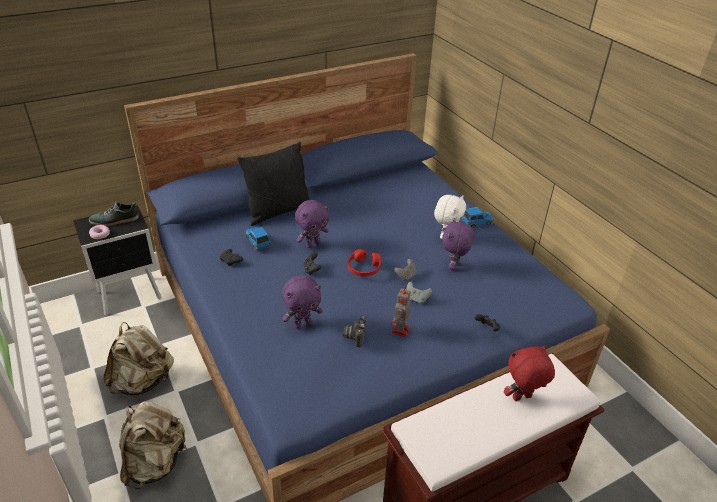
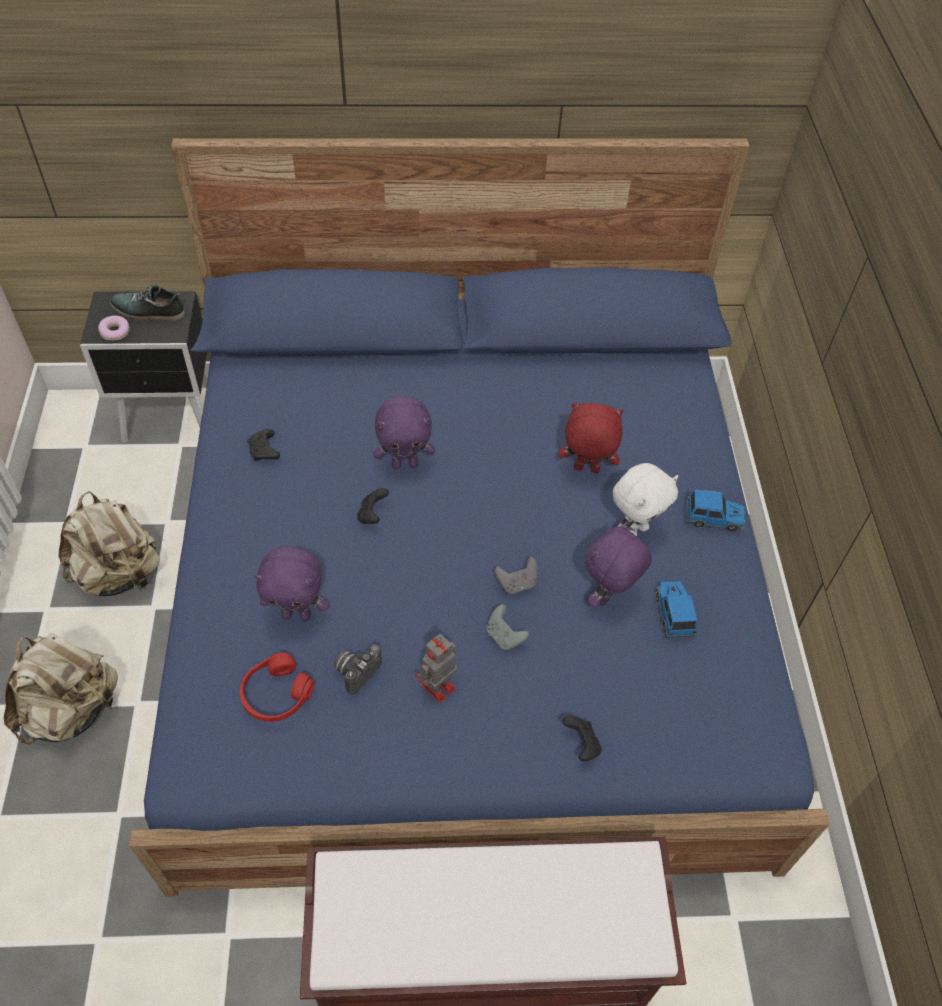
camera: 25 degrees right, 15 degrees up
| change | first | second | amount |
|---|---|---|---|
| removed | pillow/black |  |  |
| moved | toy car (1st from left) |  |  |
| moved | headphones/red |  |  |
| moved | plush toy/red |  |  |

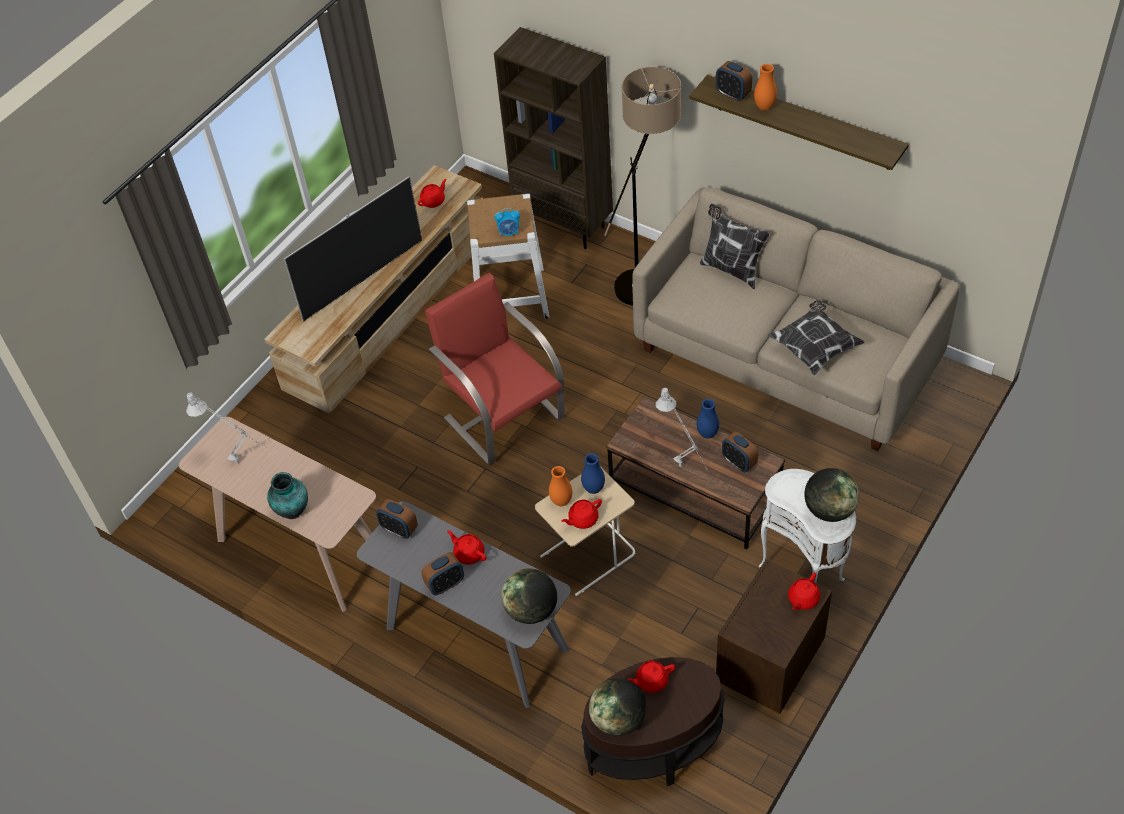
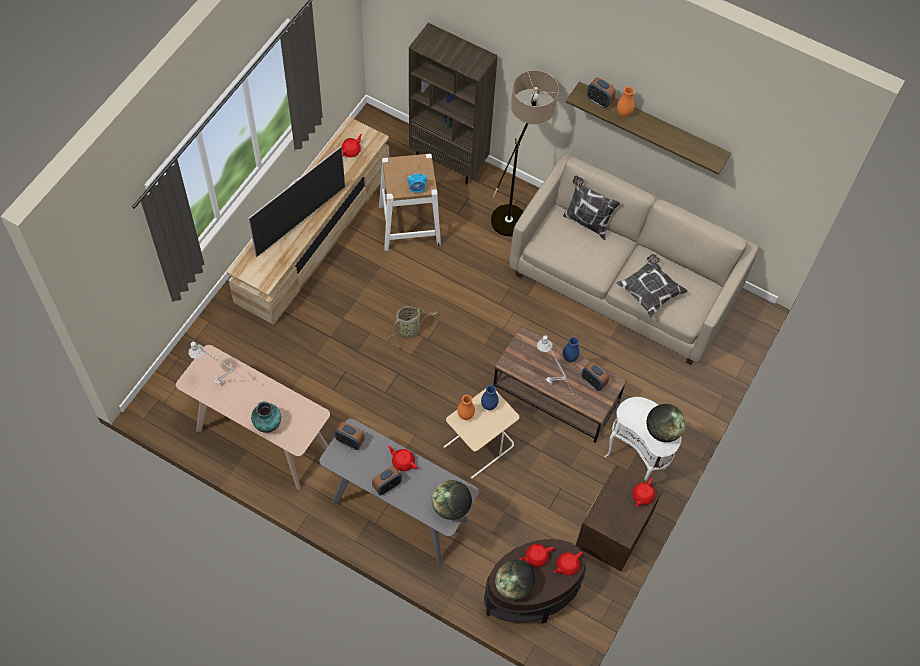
camera: 10 degrees left, 10 degrees up
| change | first | second | amount |
|---|---|---|---|
| replaced | armchair/red | basket |  |
| moved | teapot/red (3rd from left in the first image) | teapot/red (4th from left) |  |

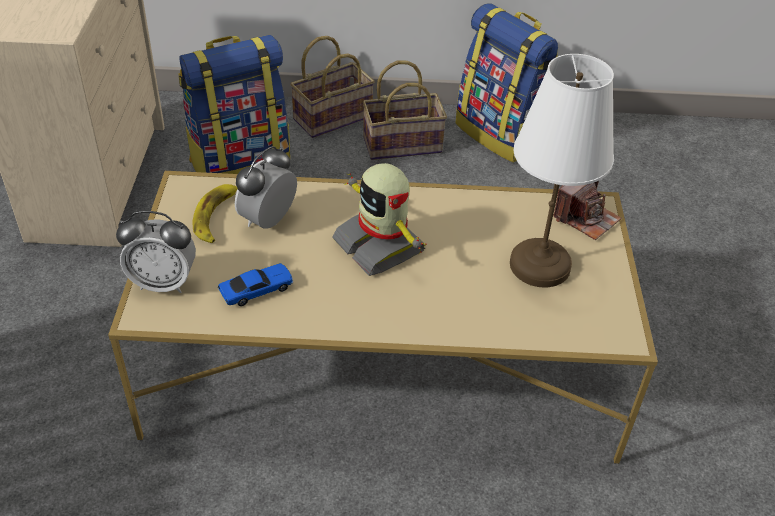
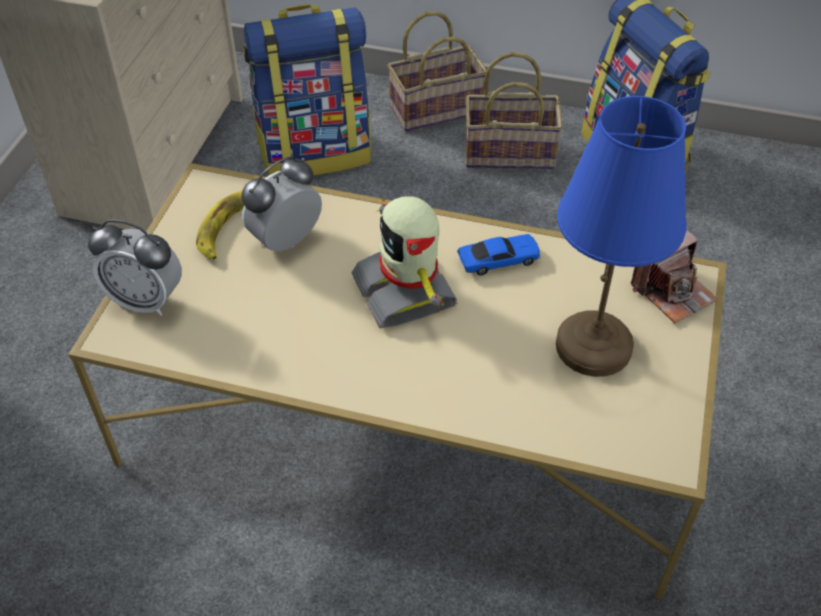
camera: 15 degrees right, 5 degrees up
| change | first | second | amount |
|---|---|---|---|
| moved | toy car |  |  |
| recoloured | table lamp/white | table lamp/blue |  |

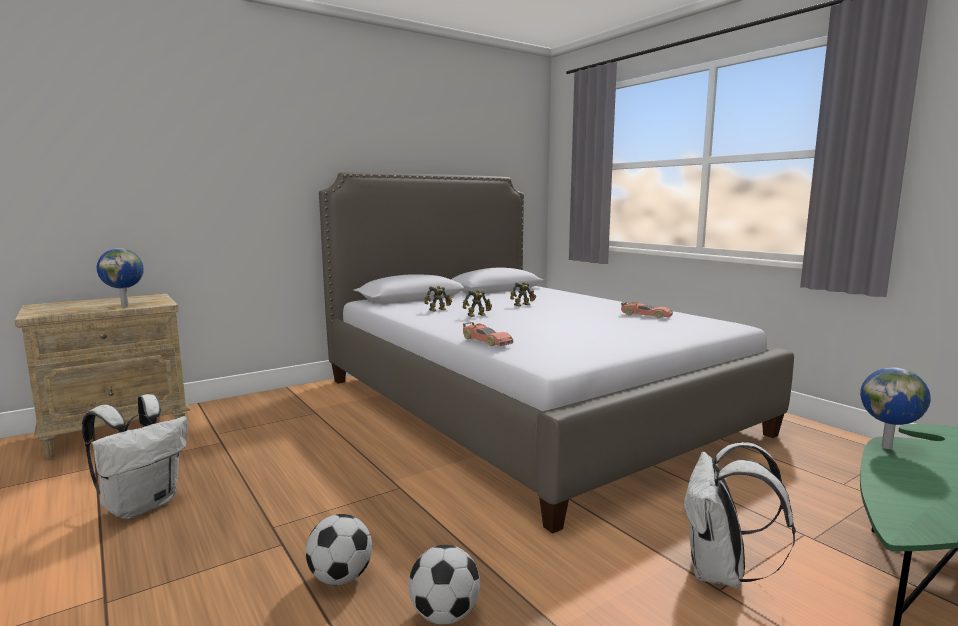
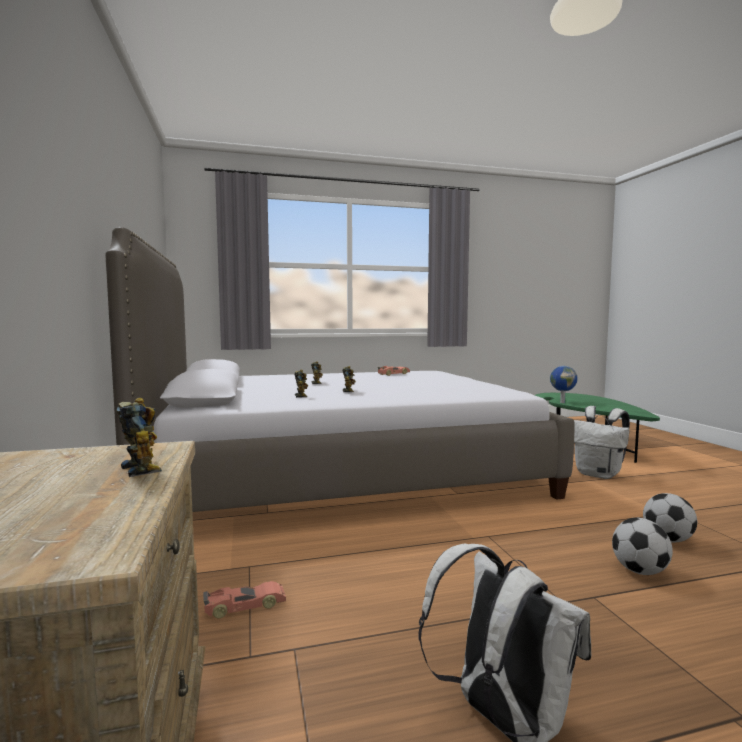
camera: 70 degrees left, 5 degrees down
| change | first | second | amount |
|---|---|---|---|
| replaced | globe (1st from left) | toy robot (1st from left) |  |
| moved | toy car (1st from left) |  |  |

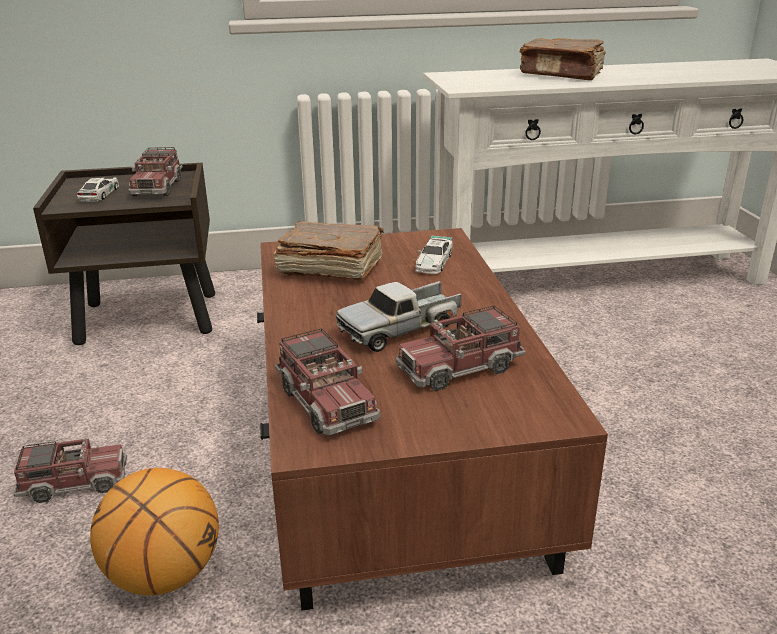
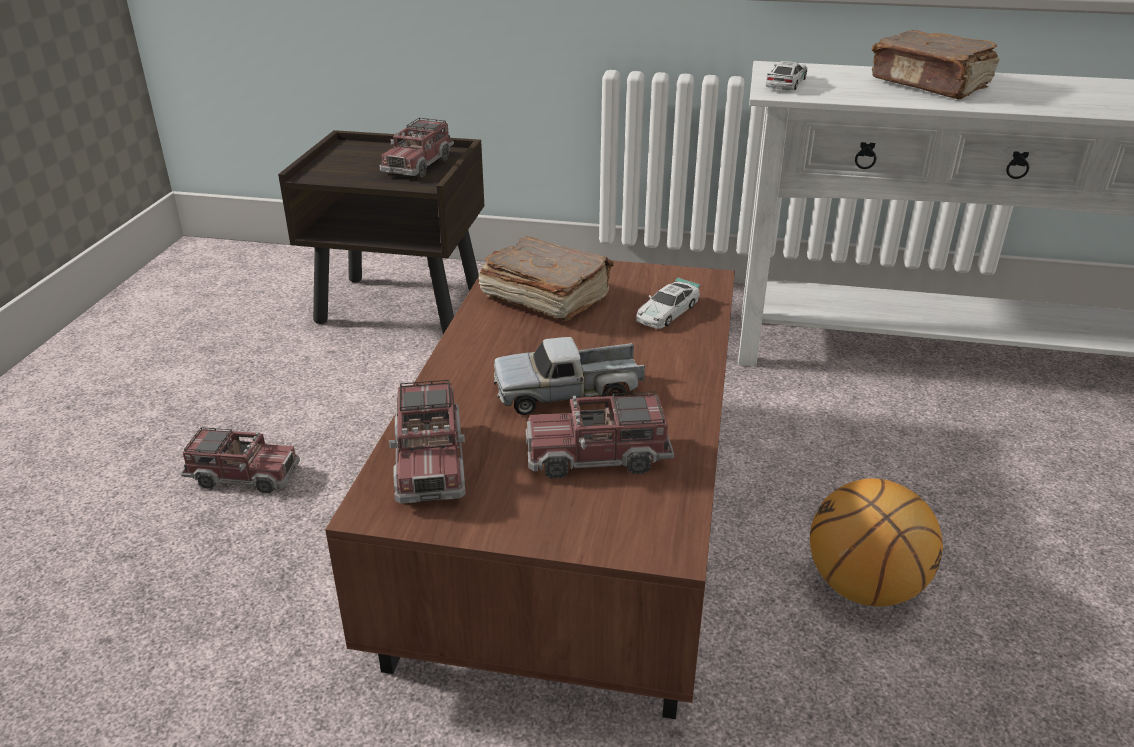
camera: 20 degrees right, 5 degrees up
| change | first | second | amount |
|---|---|---|---|
| moved | toy car (1st from left in the first image) | toy car (2nd from left) |  |
| moved | basketball |  |  |

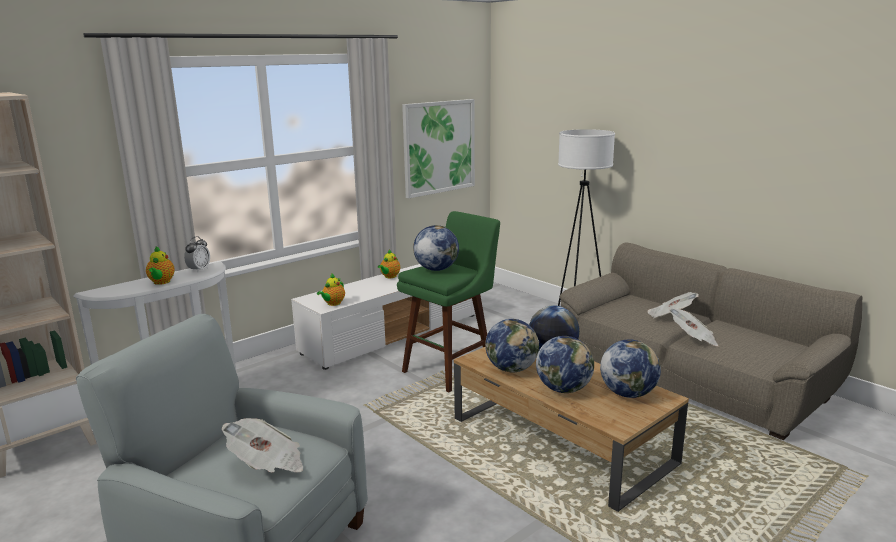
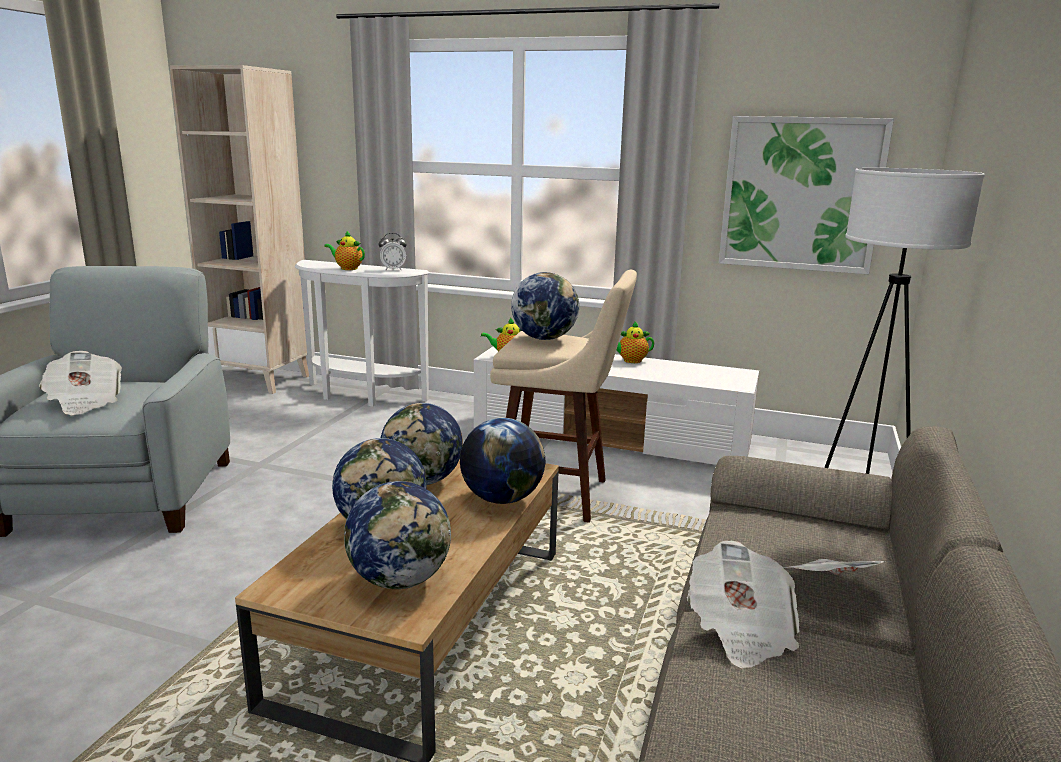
camera: 60 degrees right, 0 degrees up
| change | first | second | amount |
|---|---|---|---|
| turned | teapot (1st from left) |  | 60 degrees clockwise |
| recoloured | stool/green | stool/beige |  |

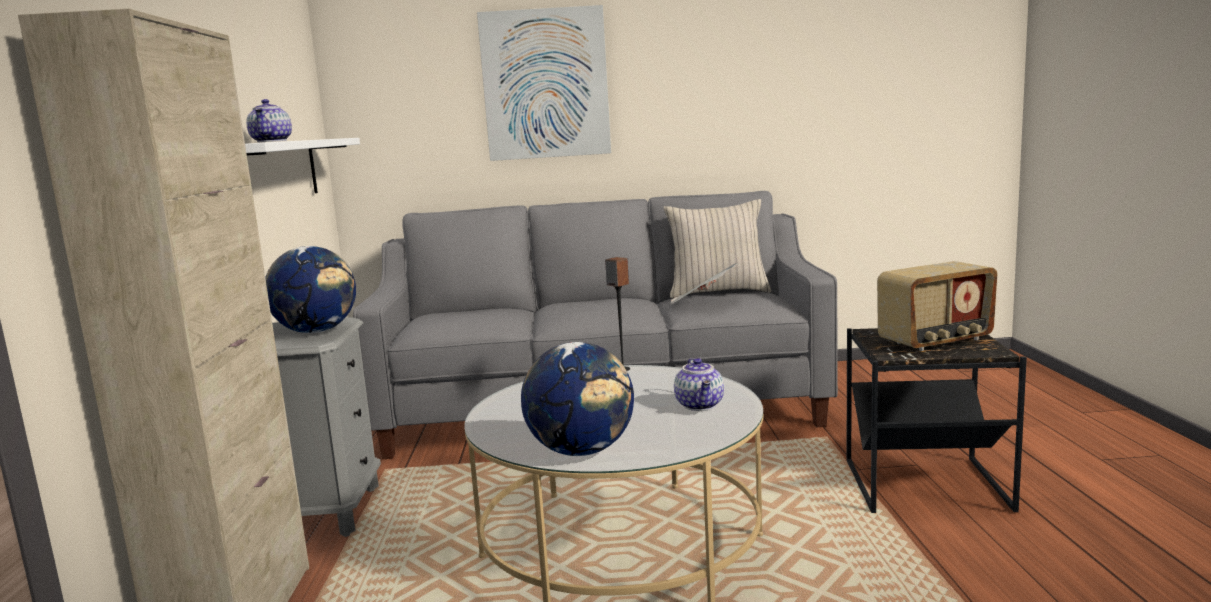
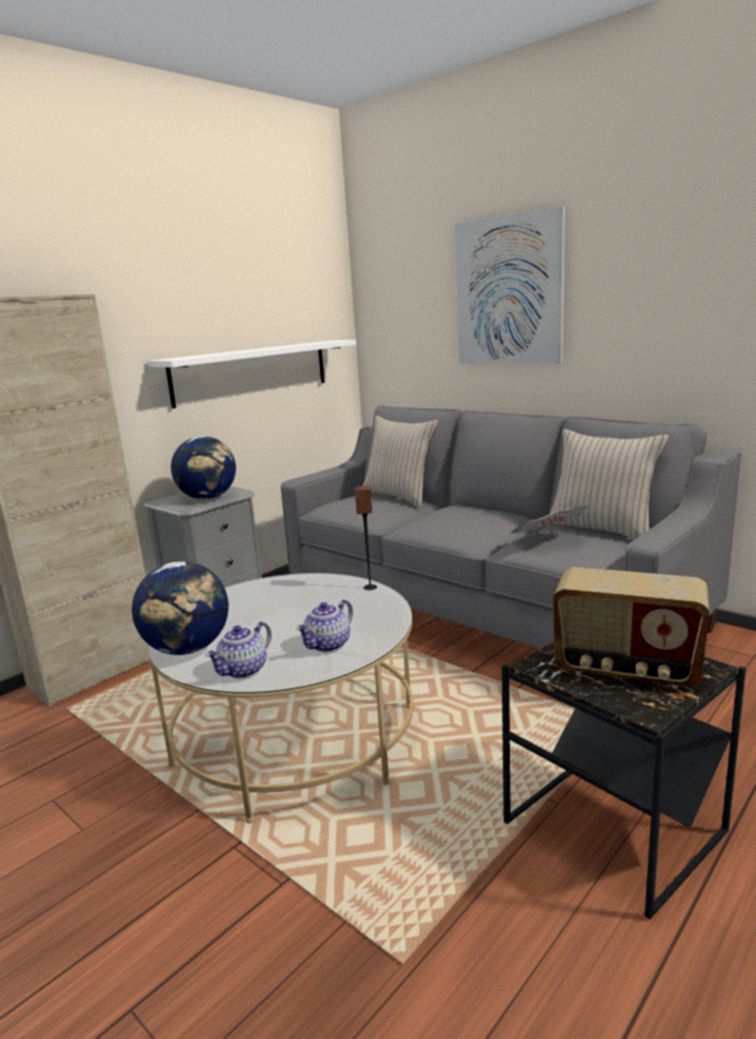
camera: 45 degrees right, 5 degrees up
| change | first | second | amount |
|---|---|---|---|
| moved | teapot (1st from left) |  |  |
| added |  | pillow/beige (1st from left) |  |

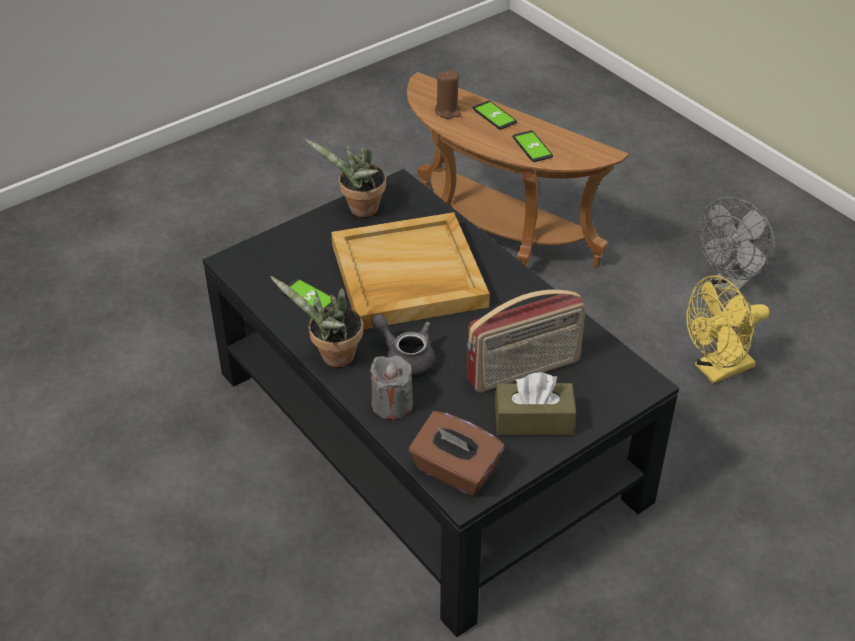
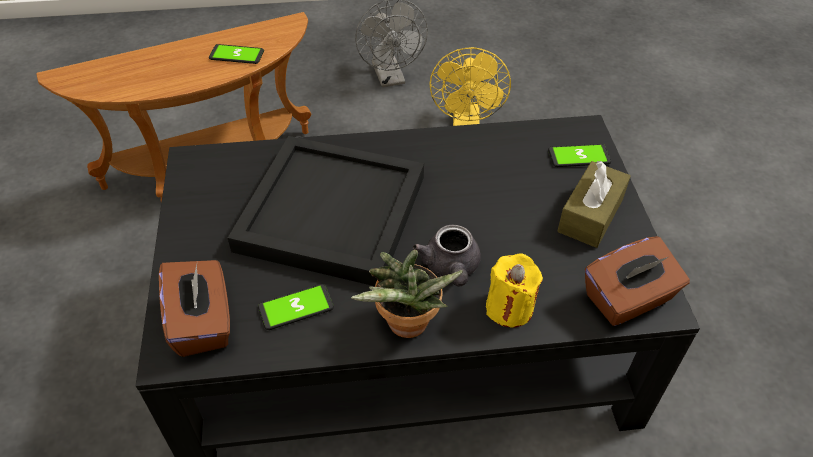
camera: 60 degrees left, 5 degrees up
| change | first | second | amount |
|---|---|---|---|
| removed | potted plant (2nd from left) |  |  |
| recoloured | tray/beige | tray/black |  |
| recoloured | candle/grey | candle/yellow |  |
| turned | teapot/grey |  | 75 degrees counterclockwise |
| removed | candle/brown |  |  |
| removed | radio |  |  |
| moved | phone (2nd from left in the first image) | phone (3rd from left) |  |
| added |  | tissue box/brown (1st from left) |  |

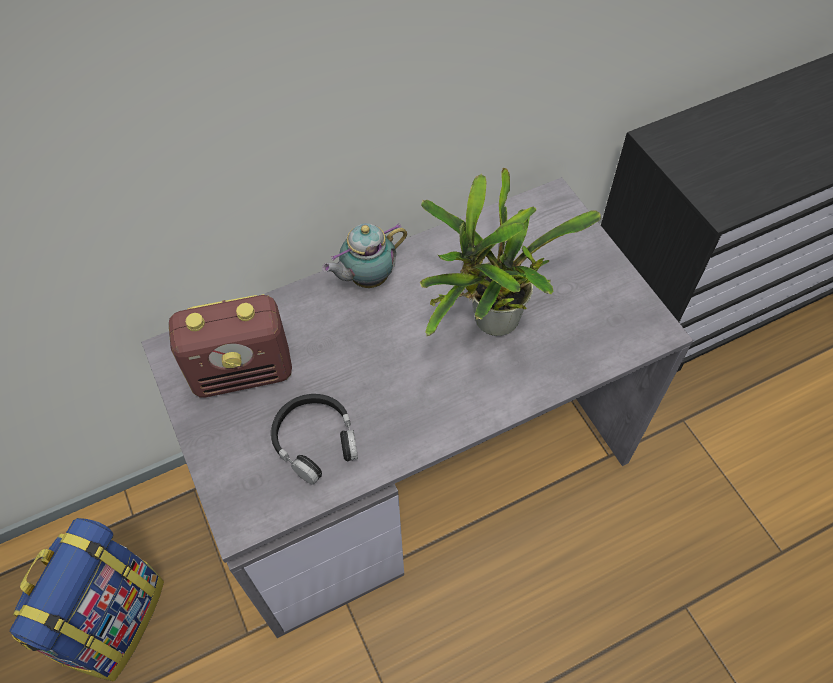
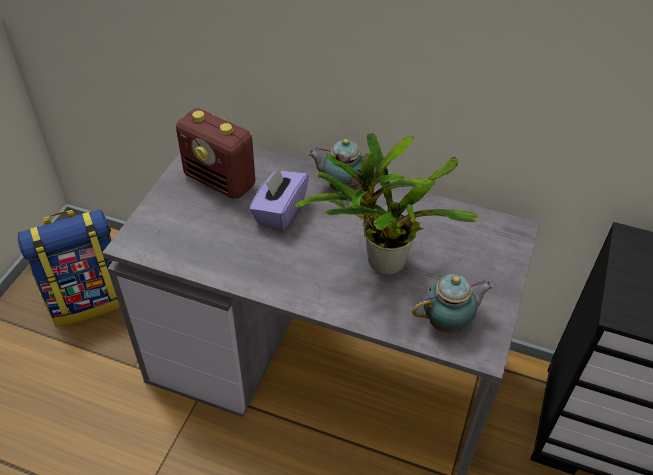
camera: 45 degrees right, 10 degrees down
| change | first | second | amount |
|---|---|---|---|
| removed | headphones/black |  |  |
| added |  | tissue box/purple |  |
| added |  | teapot (2nd from left) |  |

